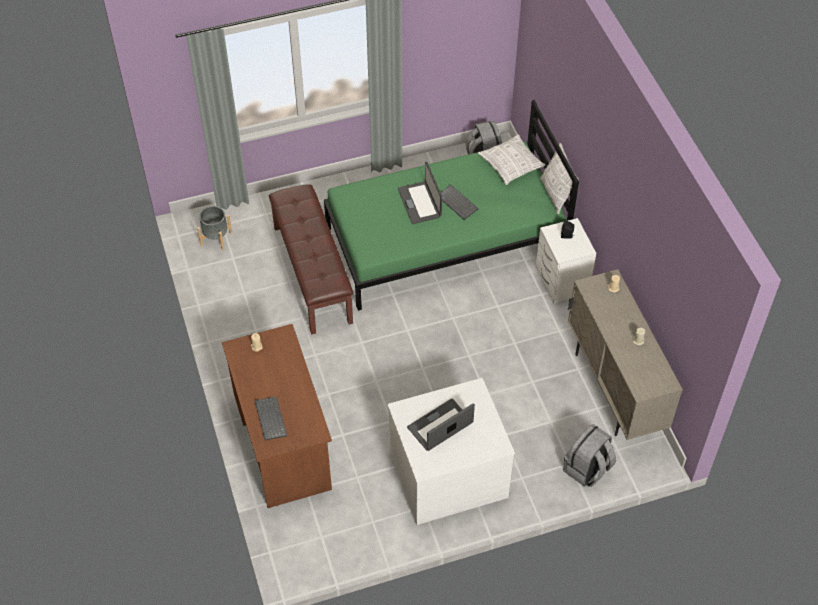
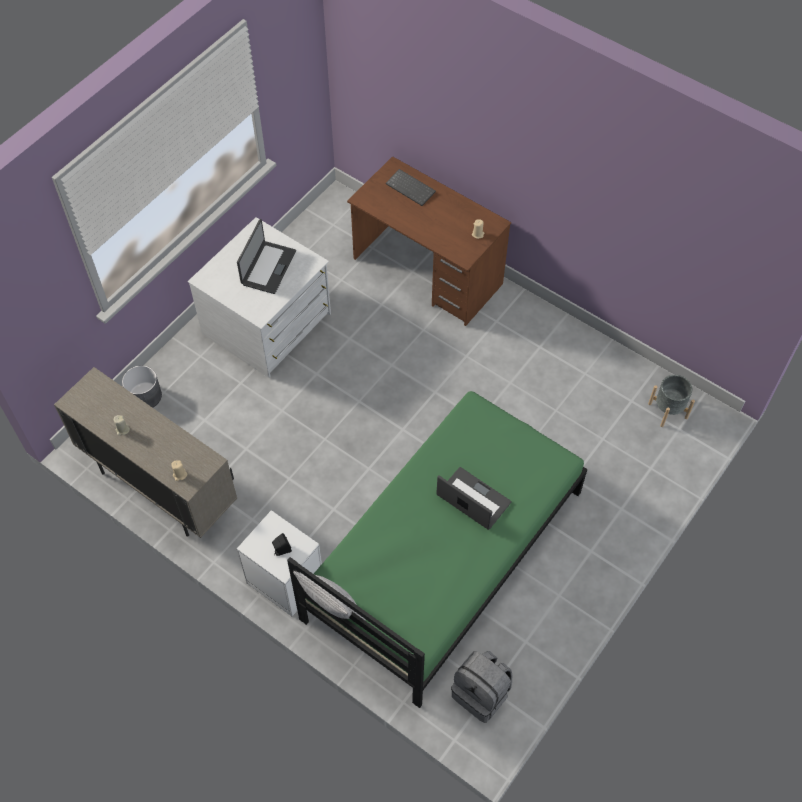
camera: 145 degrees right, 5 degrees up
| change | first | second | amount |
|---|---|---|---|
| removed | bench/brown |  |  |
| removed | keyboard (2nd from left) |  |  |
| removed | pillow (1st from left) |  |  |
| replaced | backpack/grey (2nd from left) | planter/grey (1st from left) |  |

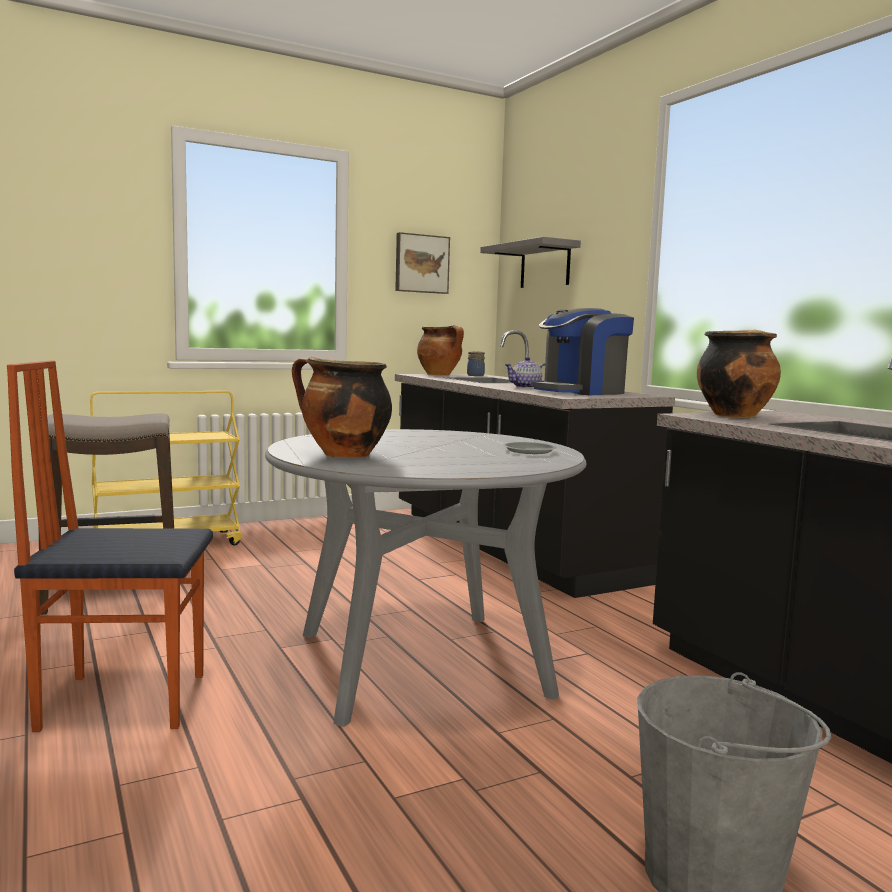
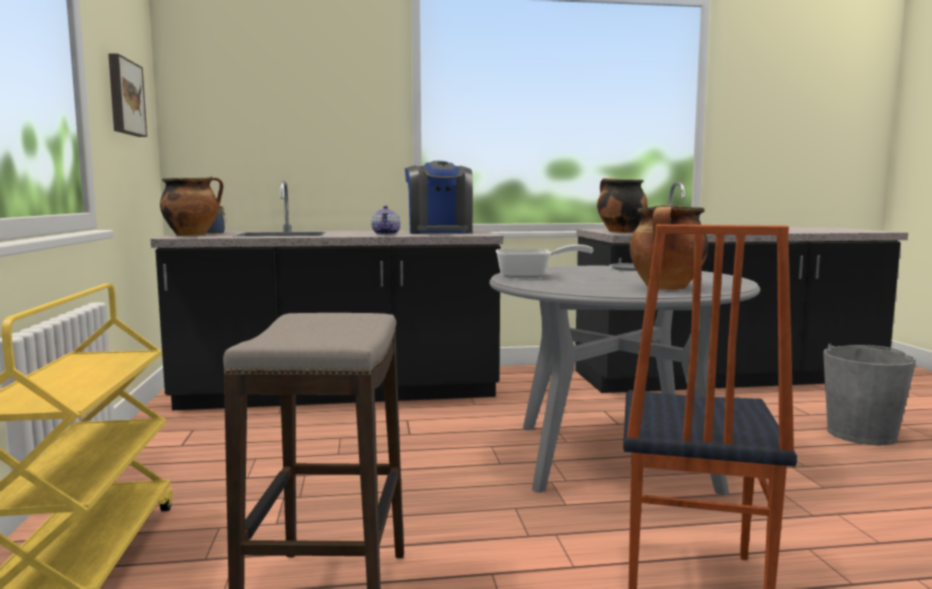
camera: 70 degrees left, 0 degrees up
| change | first | second | amount |
|---|---|---|---|
| removed | shelf/grey |  |  |
| added |  | frying pan |  |

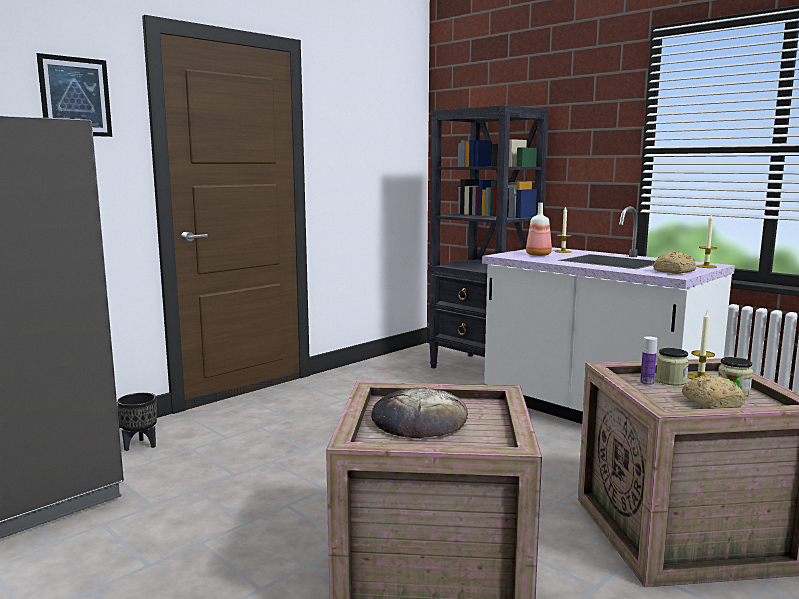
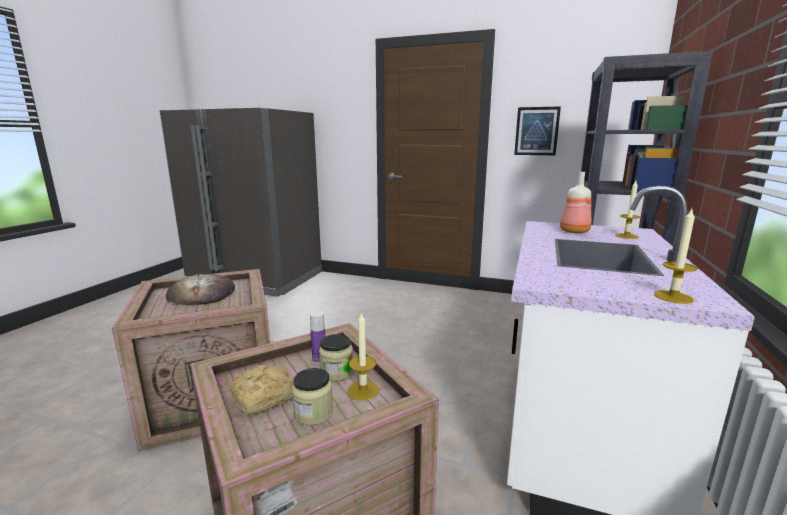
camera: 65 degrees right, 5 degrees up
| change | first | second | amount |
|---|---|---|---|
| moved | picture |  |  |
| removed | planter/black |  |  |
| removed | bread (2nd from left) |  |  |

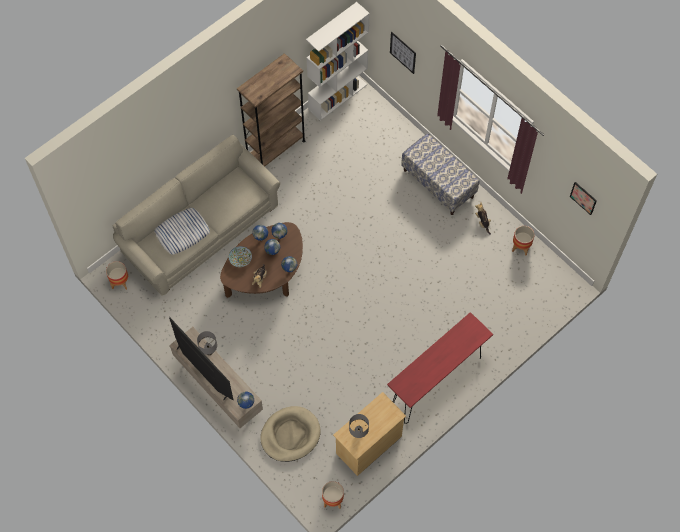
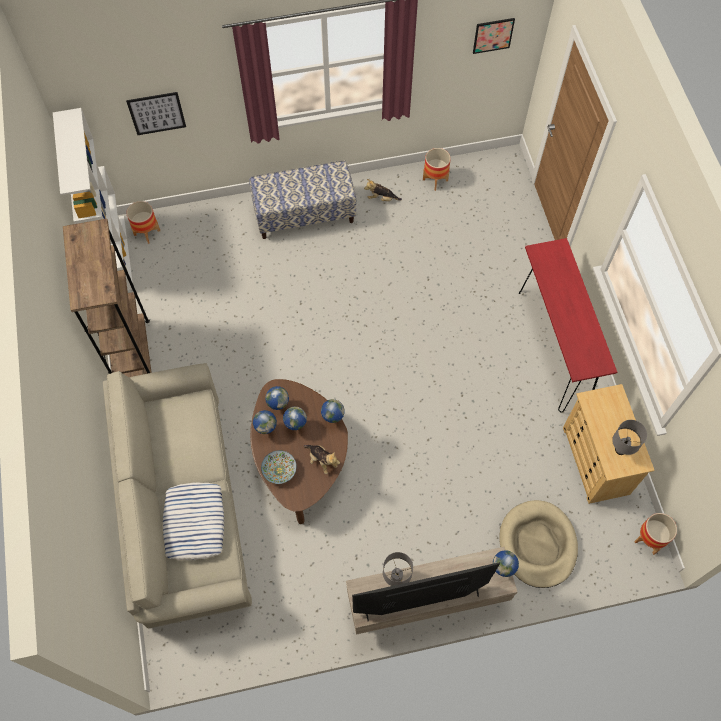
camera: 60 degrees left, 0 degrees up
| change | first | second | amount |
|---|---|---|---|
| moved | planter (1st from left) |  |  |

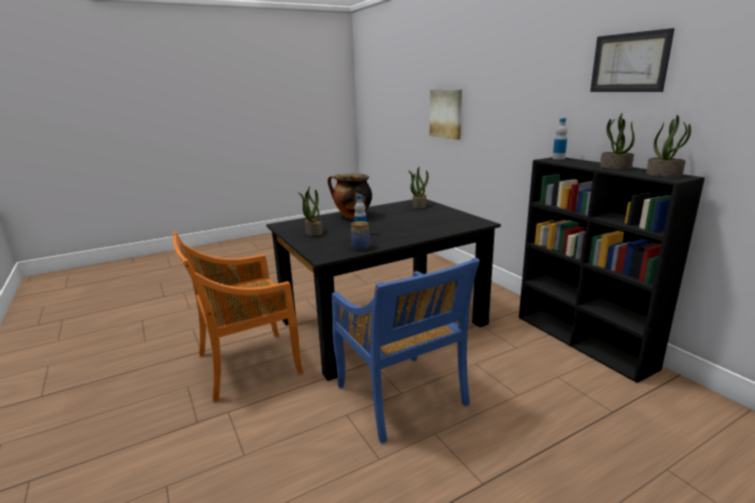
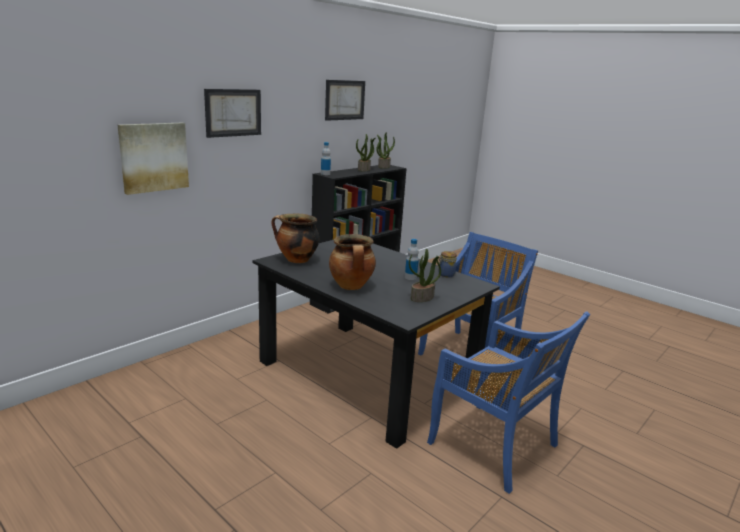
camera: 110 degrees left, 0 degrees up
| change | first | second | amount |
|---|---|---|---|
| recoloured | chair/orange | chair/blue (2nd from left) |  |
| replaced | potted plant (2nd from left) | cooking pot (1st from left) |  |
| added |  | picture (2nd from left) |  |

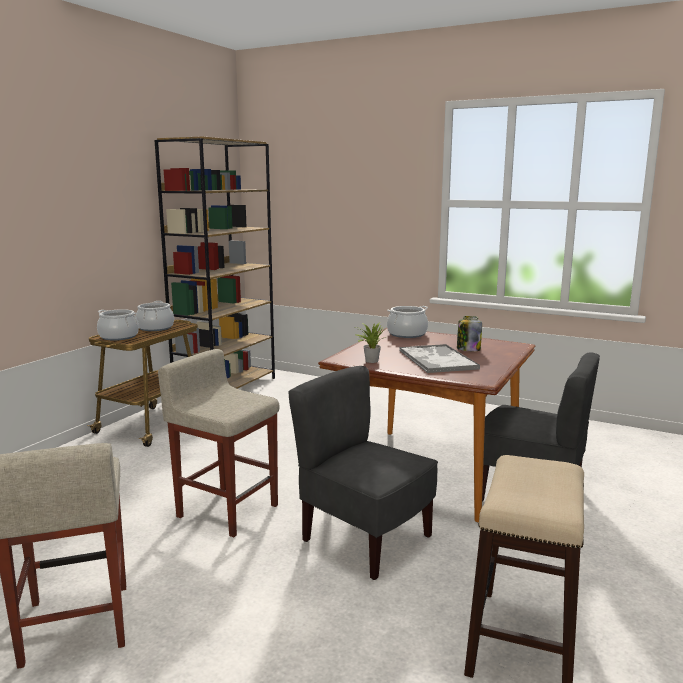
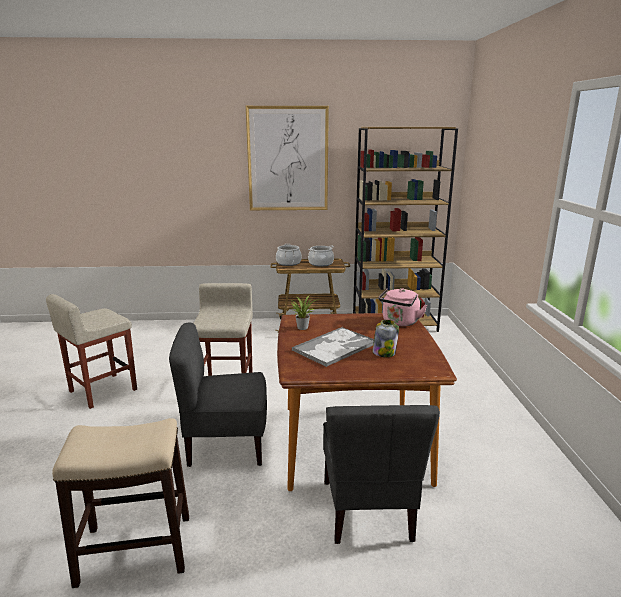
camera: 60 degrees right, 5 degrees up
| change | first | second | amount |
|---|---|---|---|
| turned | chair/grey (1st from left) |  | 105 degrees counterclockwise |
| replaced | cooking pot (3rd from left) | kettle/pink |  |
| added |  | picture |  |

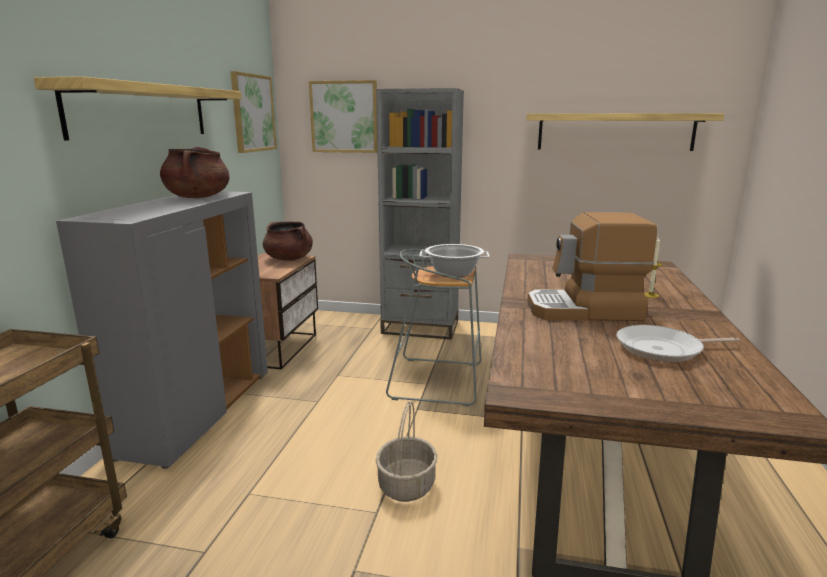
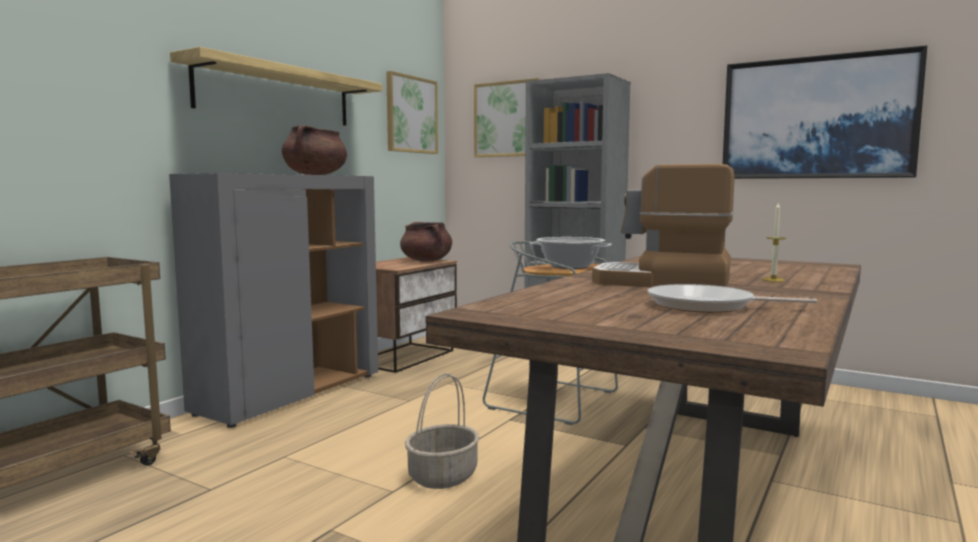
camera: 20 degrees right, 10 degrees down
| change | first | second | amount |
|---|---|---|---|
| replaced | shelf (2nd from left) | picture (3rd from left) |  |

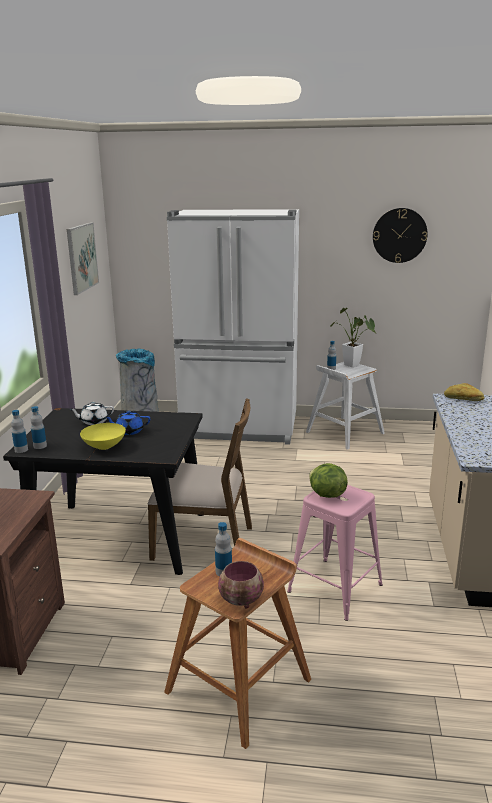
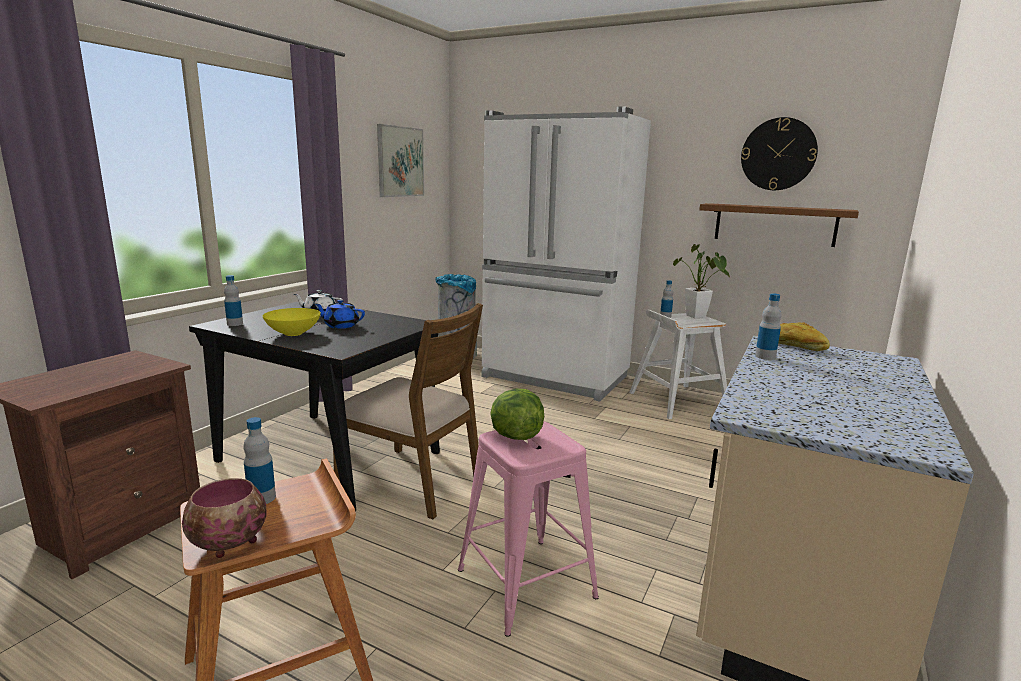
camera: 20 degrees right, 5 degrees down
| change | first | second | amount |
|---|---|---|---|
| moved | bottle (1st from left in the first image) | bottle (4th from left) |  |
| added |  | shelf/brown |  |

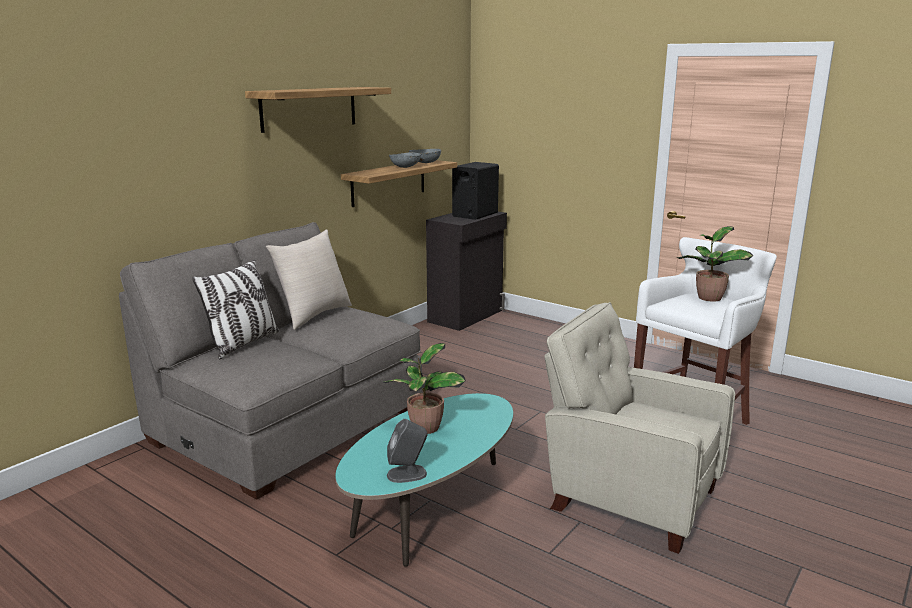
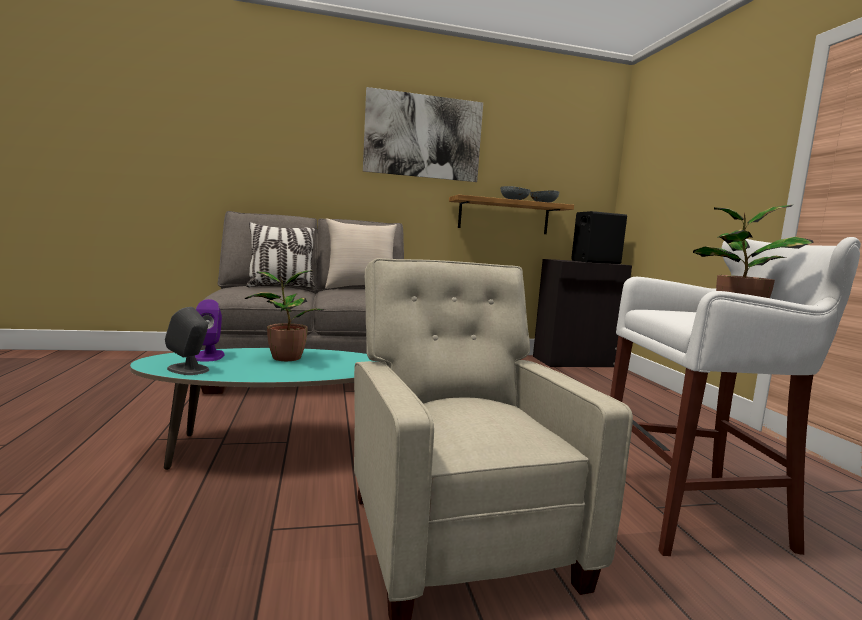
camera: 40 degrees right, 10 degrees down
| change | first | second | amount |
|---|---|---|---|
| replaced | shelf (1st from left) | picture |  |
| added |  | speaker/purple |  |

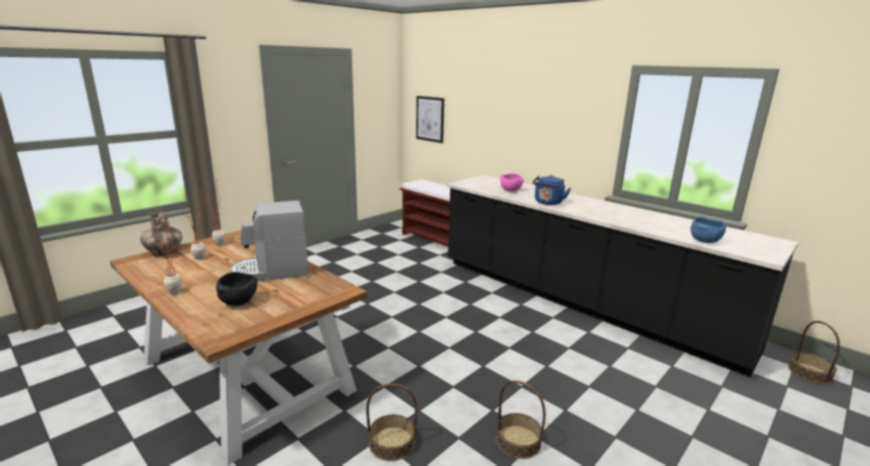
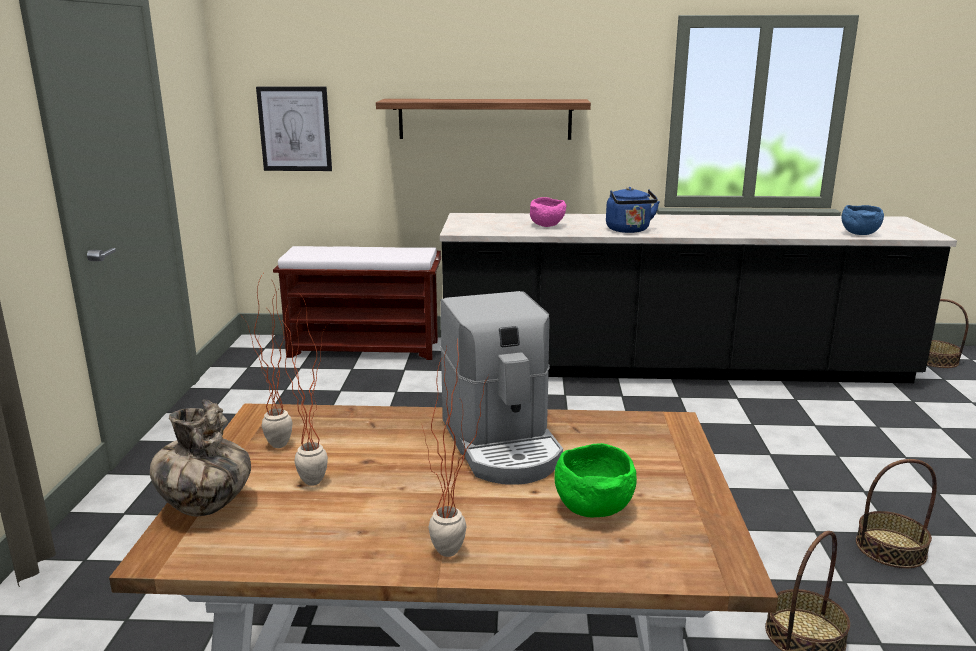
camera: 40 degrees left, 0 degrees up
| change | first | second | amount |
|---|---|---|---|
| recoloured | bowl/black | bowl/green |  |
| turned | coffee machine |  | 45 degrees counterclockwise |
| added |  | shelf |  |

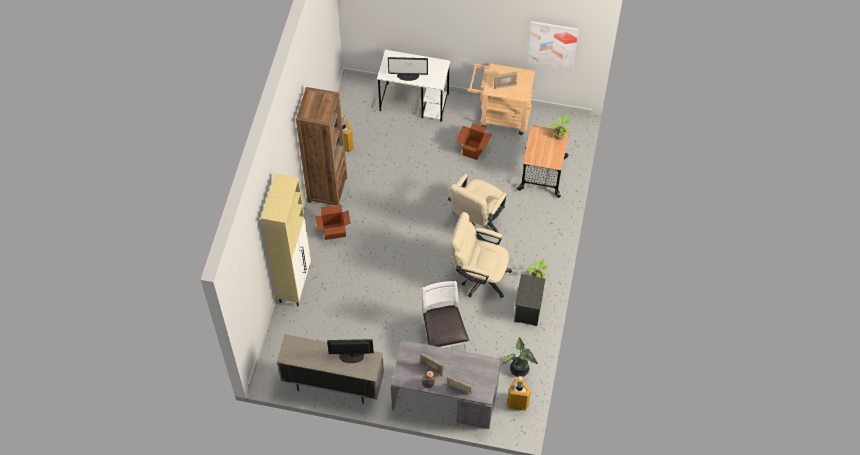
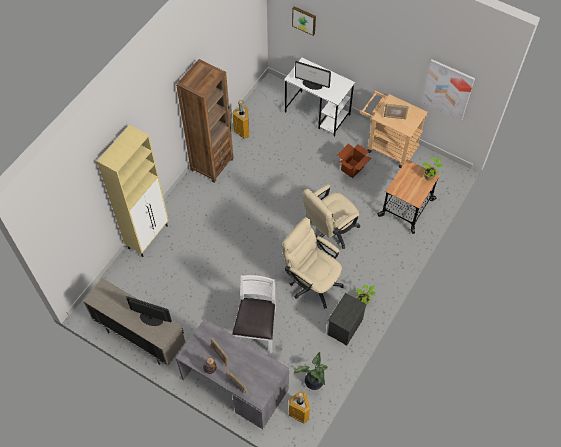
camera: 20 degrees right, 0 degrees up
| change | first | second | amount |
|---|---|---|---|
| removed | cardboard box (1st from left) |  |  |
| added |  | picture (1st from left) |  |

